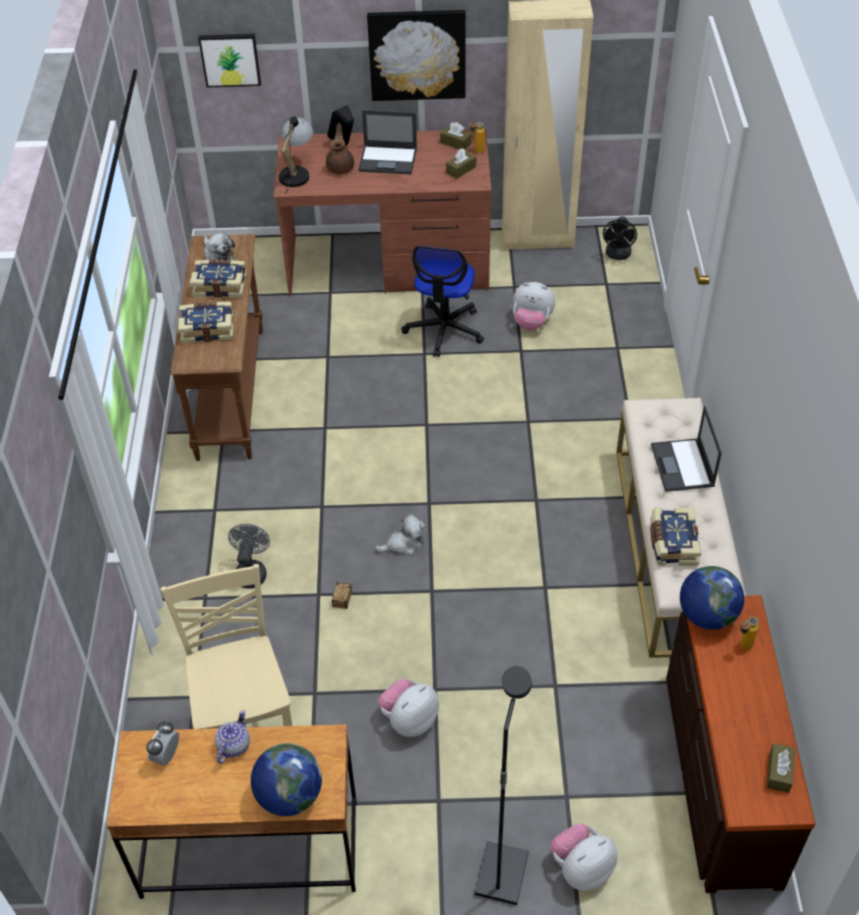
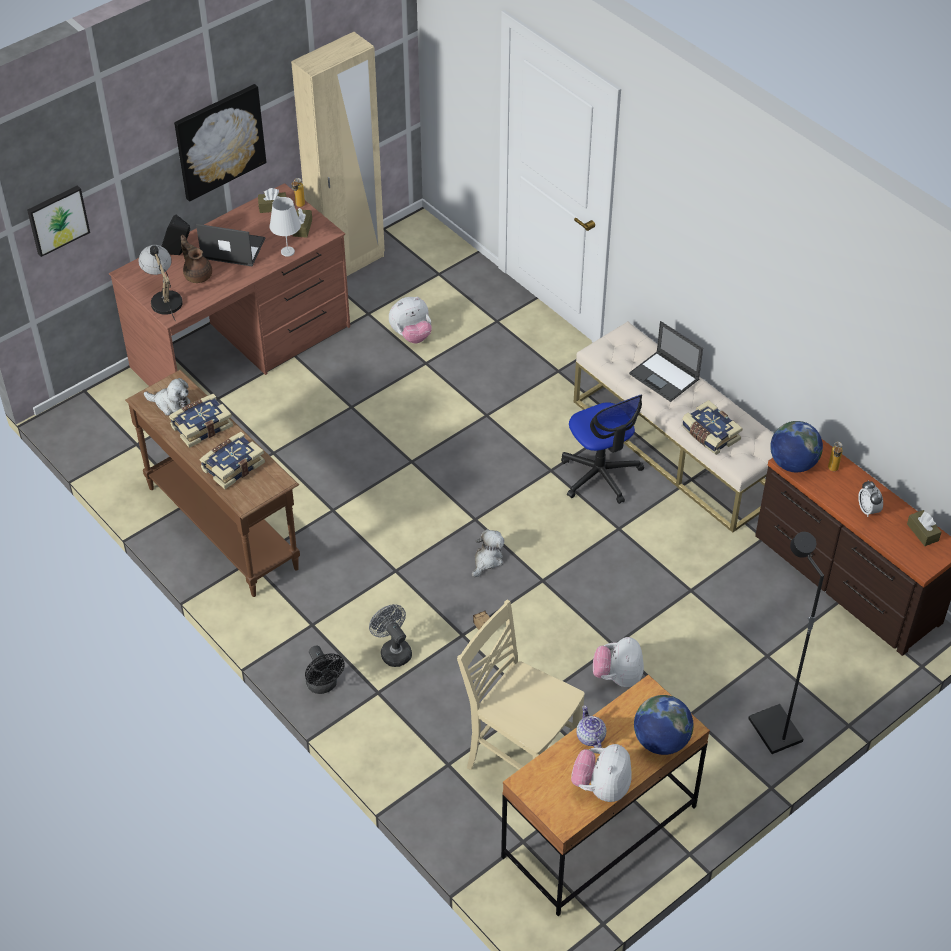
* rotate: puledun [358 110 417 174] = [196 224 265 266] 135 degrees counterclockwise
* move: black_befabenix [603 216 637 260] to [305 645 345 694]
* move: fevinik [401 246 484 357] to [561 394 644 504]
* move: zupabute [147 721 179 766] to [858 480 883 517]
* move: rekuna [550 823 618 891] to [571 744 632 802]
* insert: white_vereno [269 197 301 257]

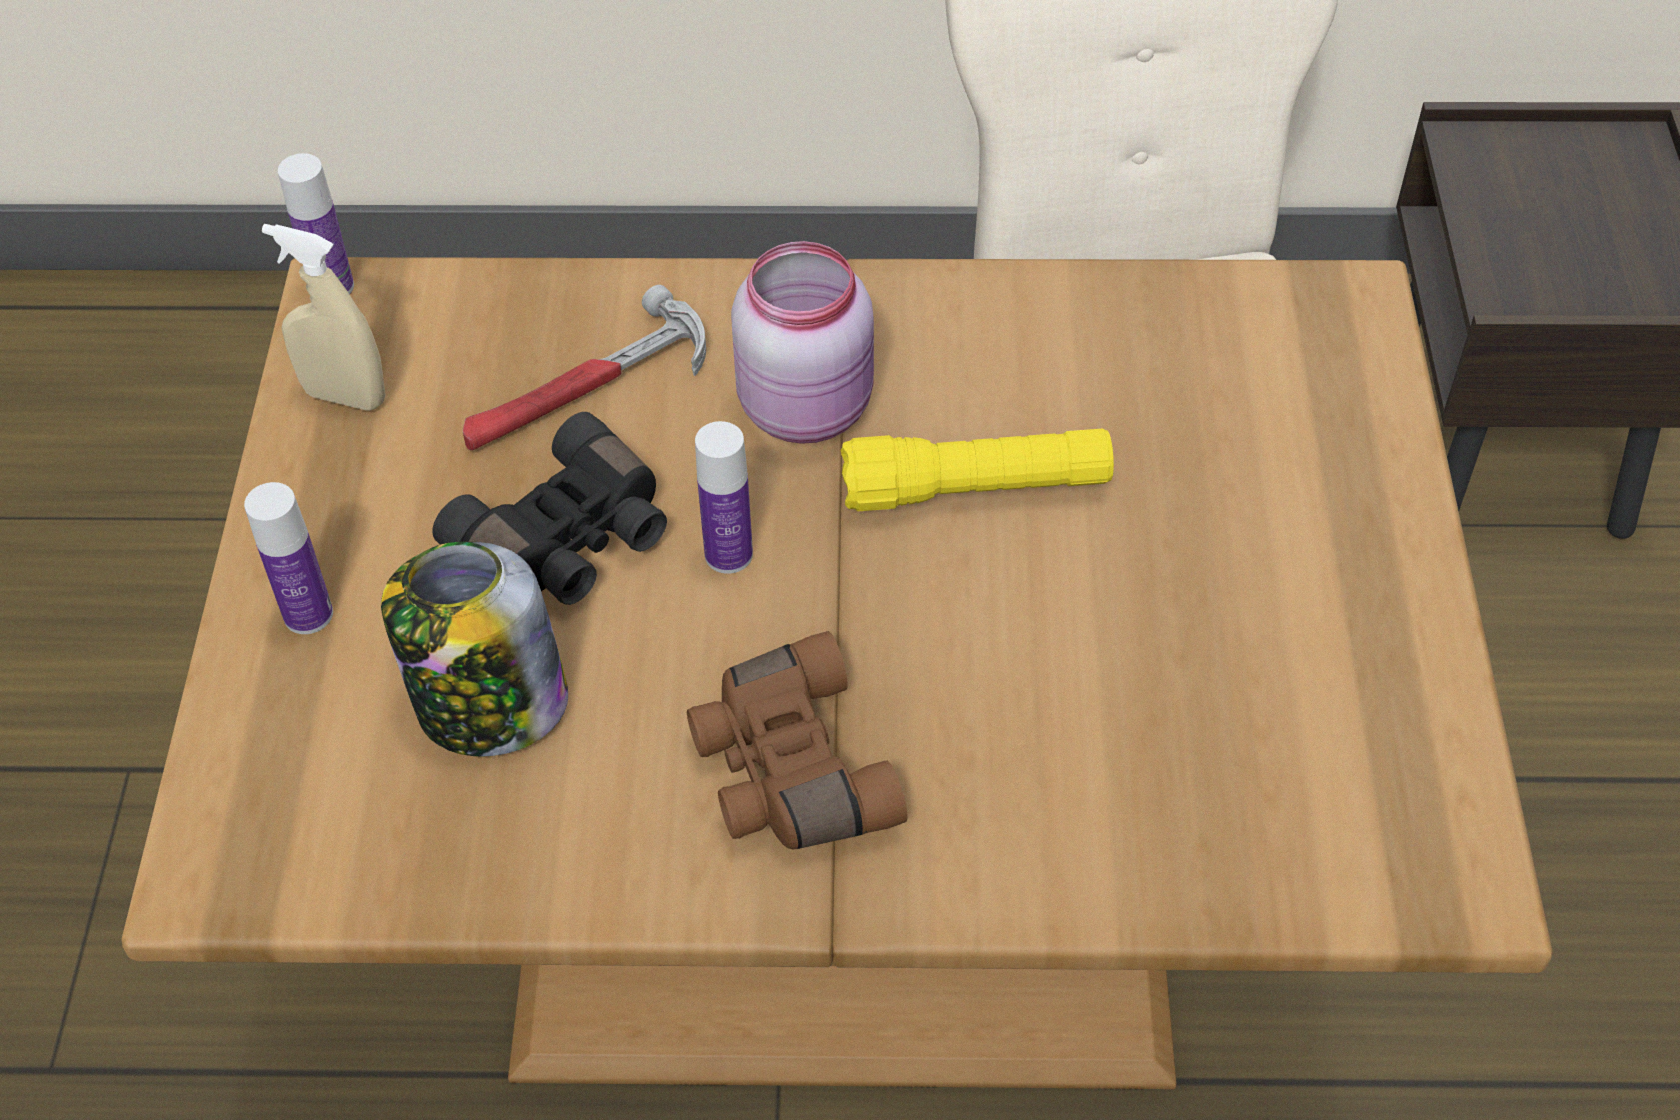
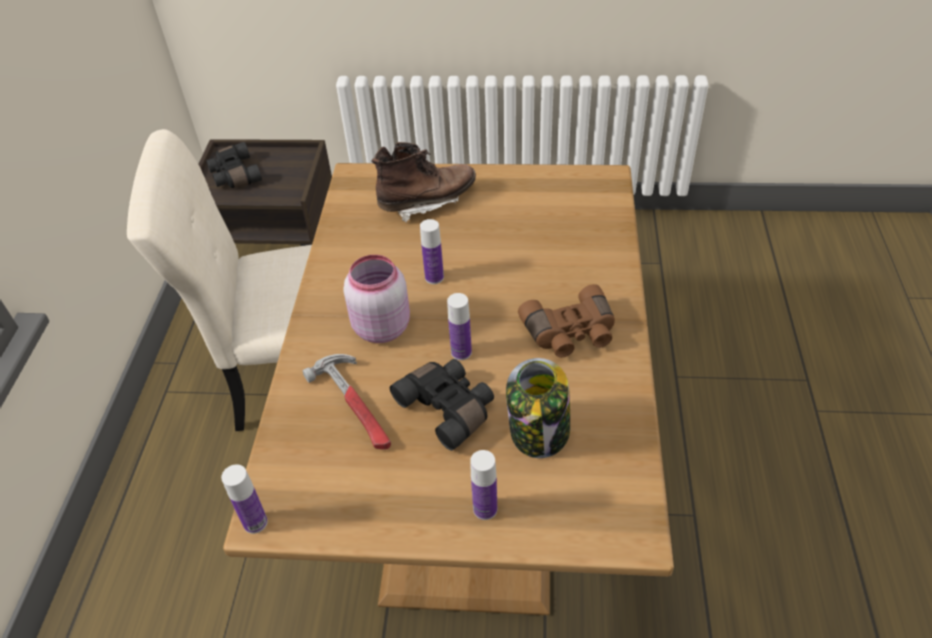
* delete: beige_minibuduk [262 224 386 411]
* replace: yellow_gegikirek [841 428 1114 511] to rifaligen [420 219 444 284]
* insert: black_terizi [206 142 262 188]
* insert: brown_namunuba [371 142 476 222]

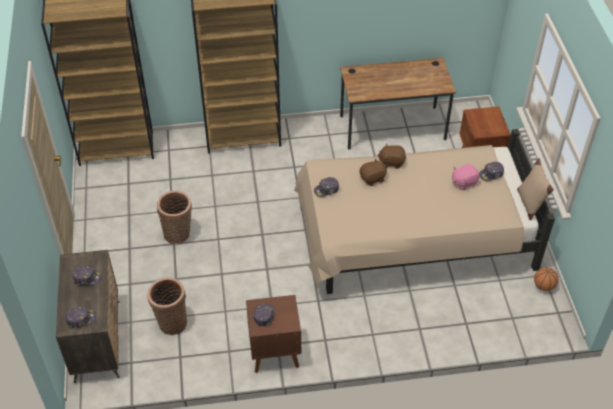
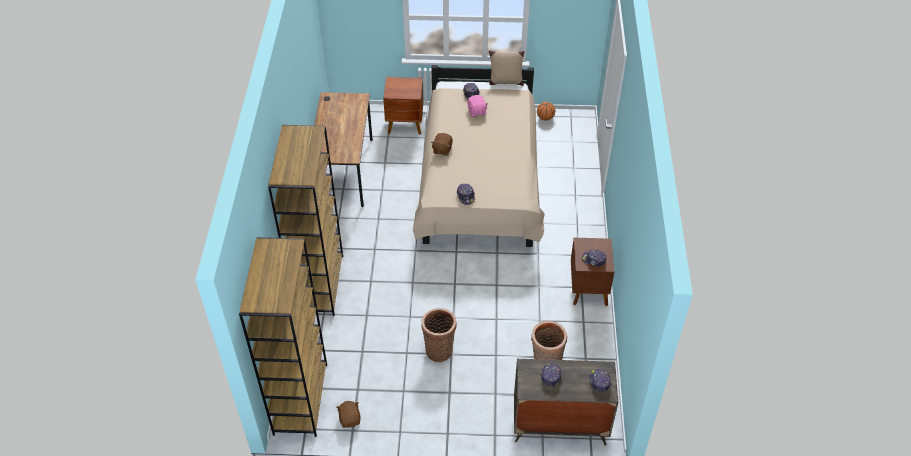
* move: brown_rekuna [360 158 387 186] to [336 401 361 428]

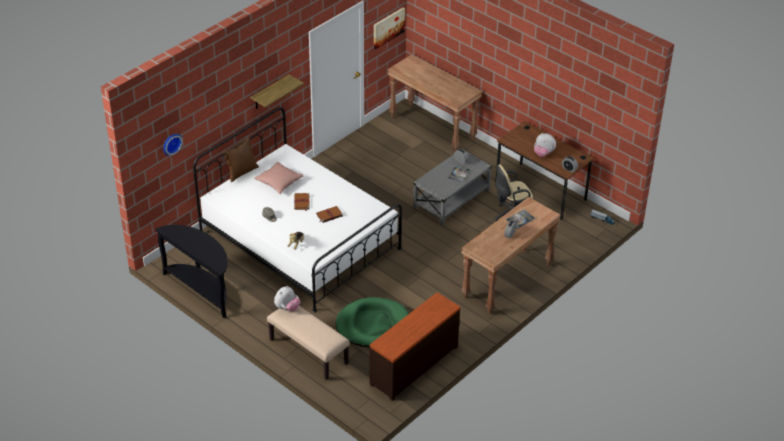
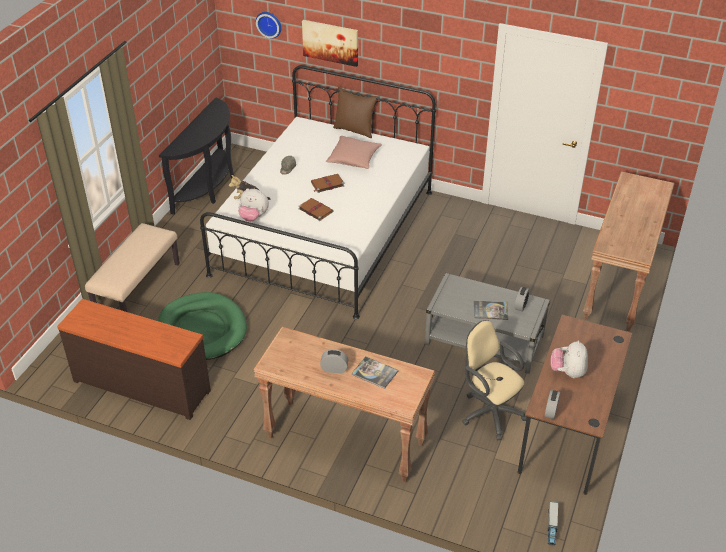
* move: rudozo [374 7 405 49] to [302 20 358 67]
* delete: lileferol [250 75 304 109]
* move: rekuna [274 286 300 311] to [238 188 269 222]

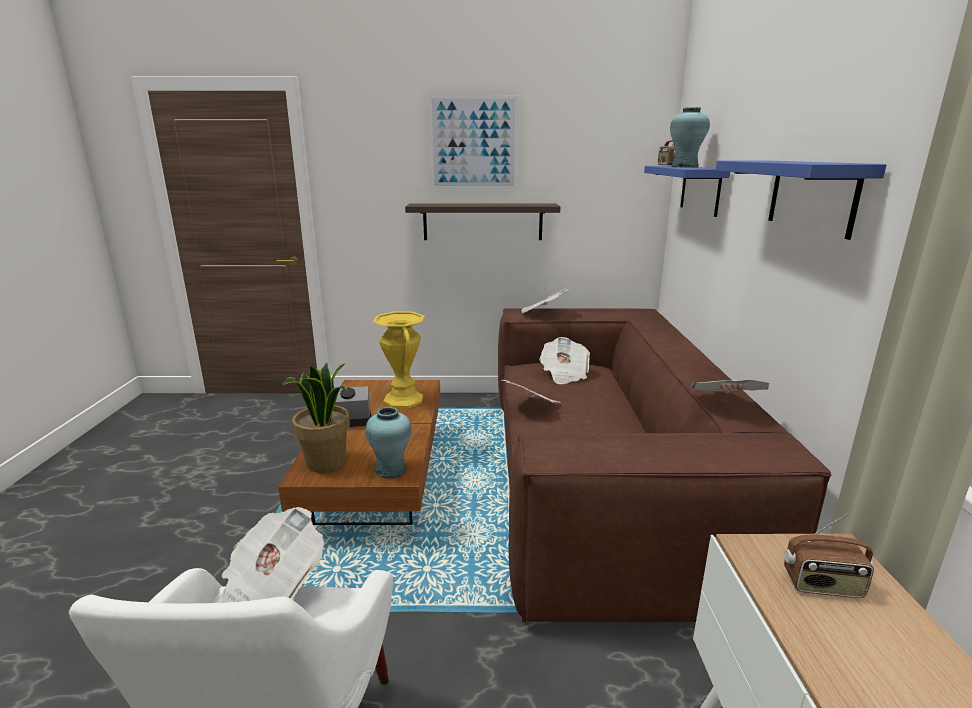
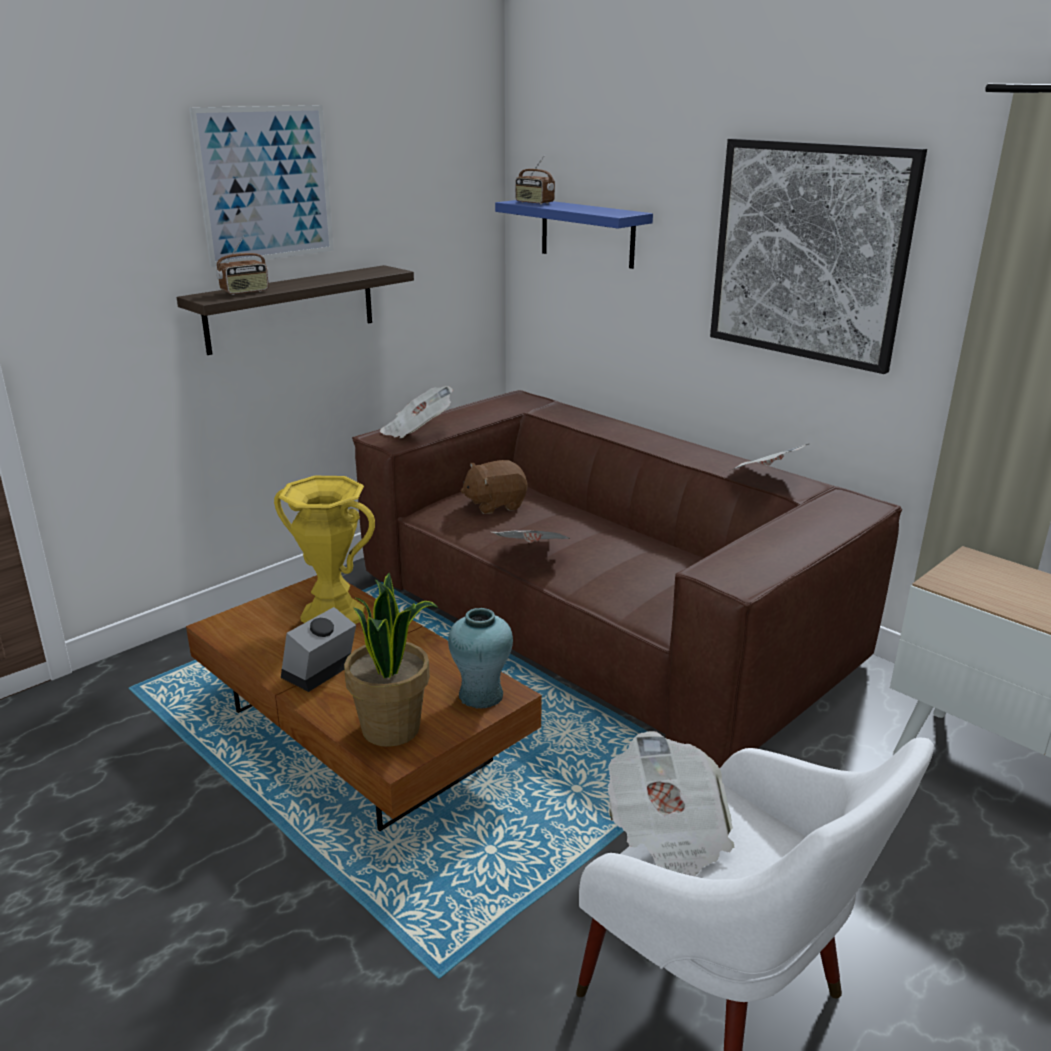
* delete: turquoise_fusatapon [670 107 710 168]
* replace: blue_lileferol [716 161 886 240] to rudozo [710 138 927 374]
* replace: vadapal [539 337 590 384] to brown_rekuna [461 460 527 514]
* move: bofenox [784 513 874 598] to [216 237 269 295]

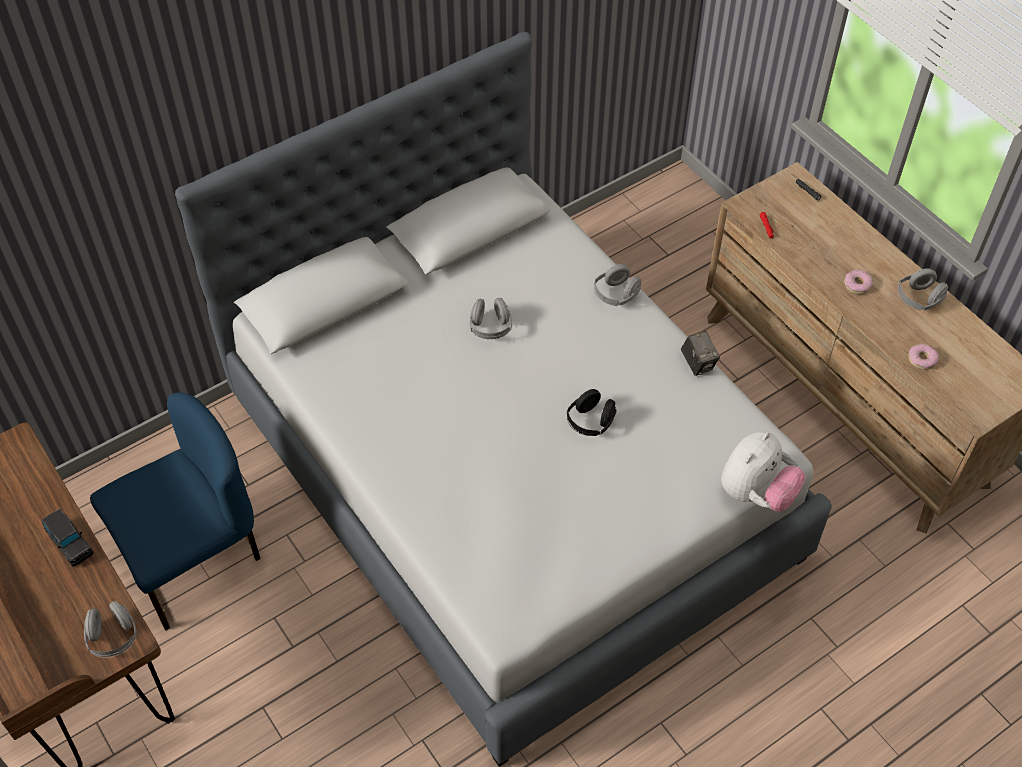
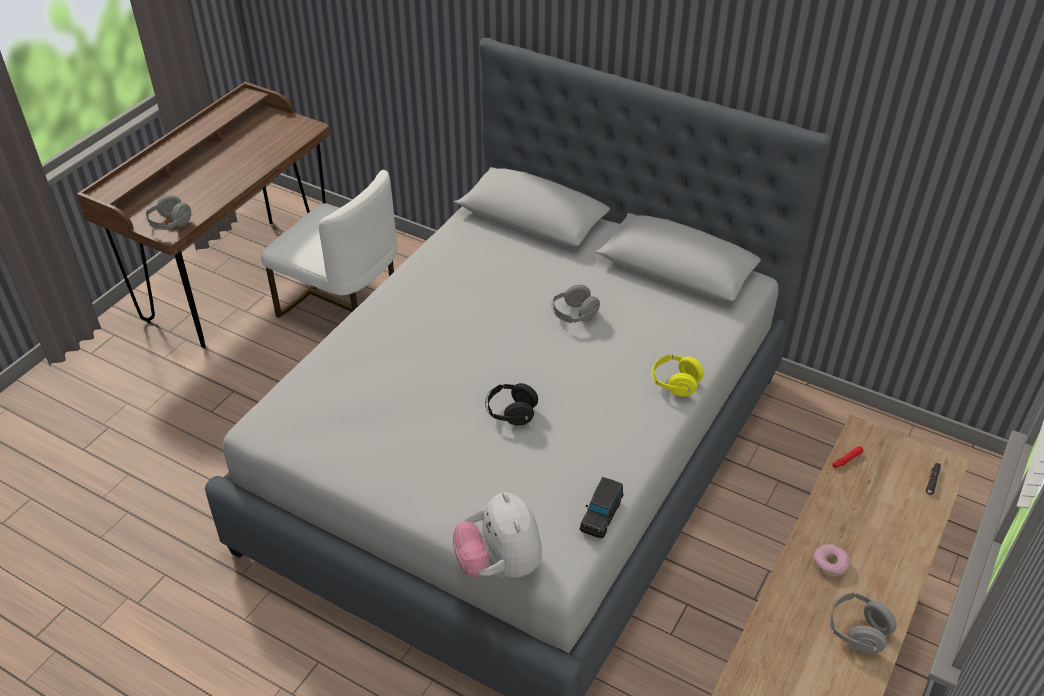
* recolor: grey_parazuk [594 264 641 306] to yellow_parazuk [651 355 704 397]
* delete: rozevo [681 331 720 376]
* delete: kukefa [908 344 939 370]
* recolor: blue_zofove [90 392 261 630] to white_zofove [261 170 397 318]
* rotate: rekuna [721 431 805 512] = [453 492 542 578] 60 degrees clockwise
* move: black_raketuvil [42 509 94 566] to [580 477 623 538]

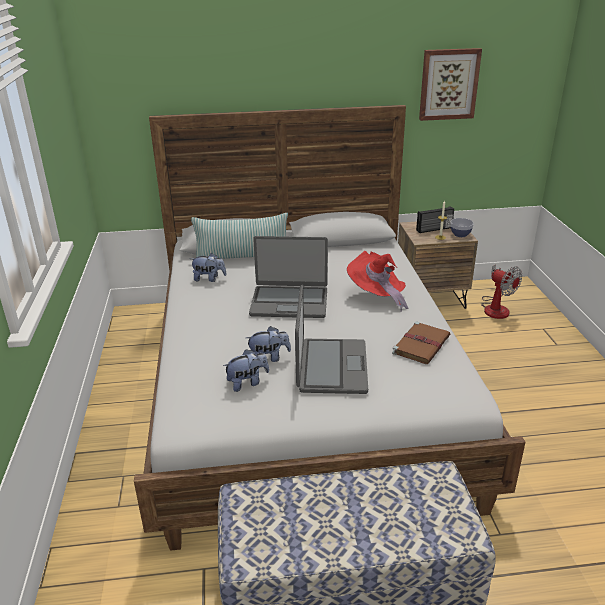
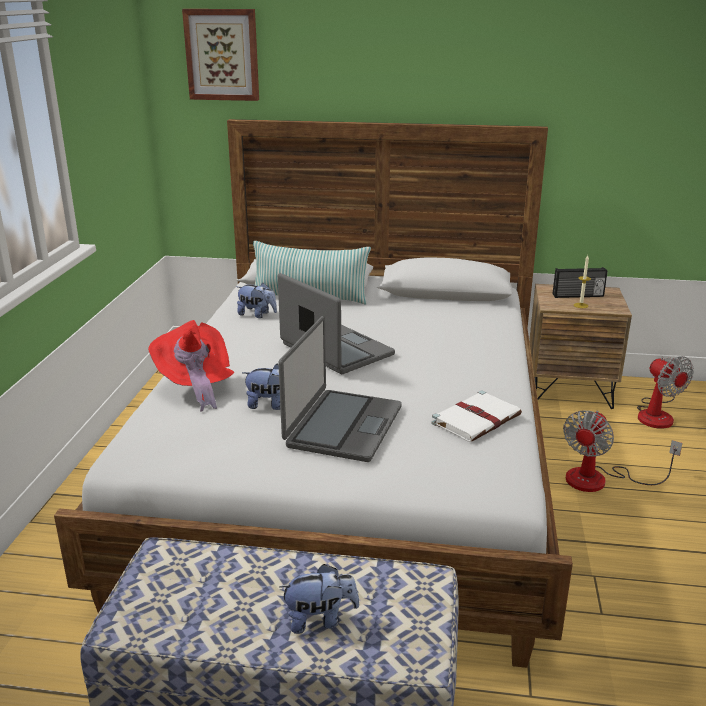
* move: rudozo [419 48 482 121] to [182 9 259 101]
* delete: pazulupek [450 218 474 237]
* rotate: puledun [249 236 328 318] = [278 273 395 374] 150 degrees counterclockwise
* move: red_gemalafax [347 251 408 312] to [148 320 234 412]
* recolor: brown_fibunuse [392 321 450 364] to white_fibunuse [431 391 522 442]
* move: rekuna [223 349 269 392] to [279 564 359 634]
* insert: befabenix [563 411 682 492]

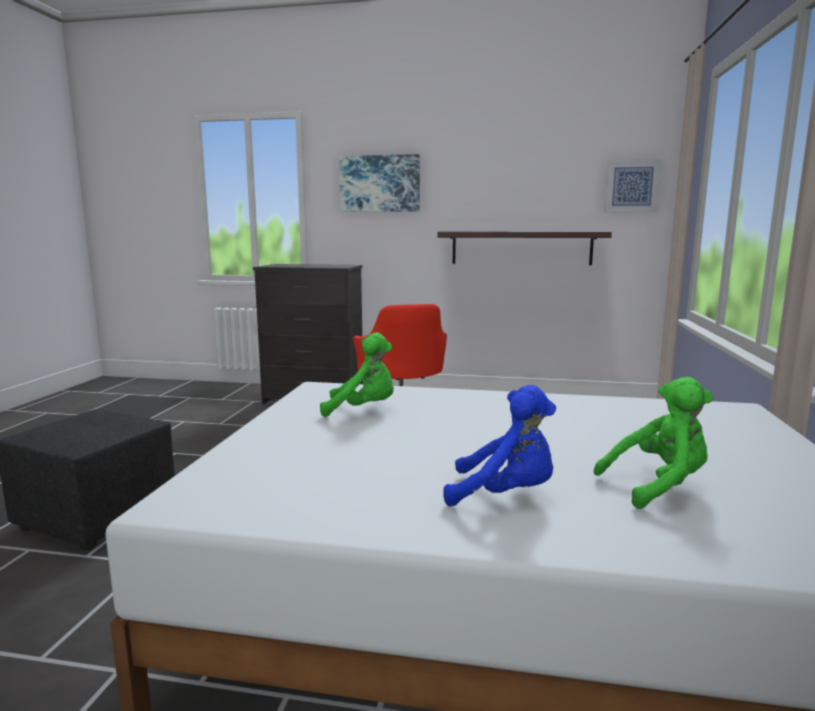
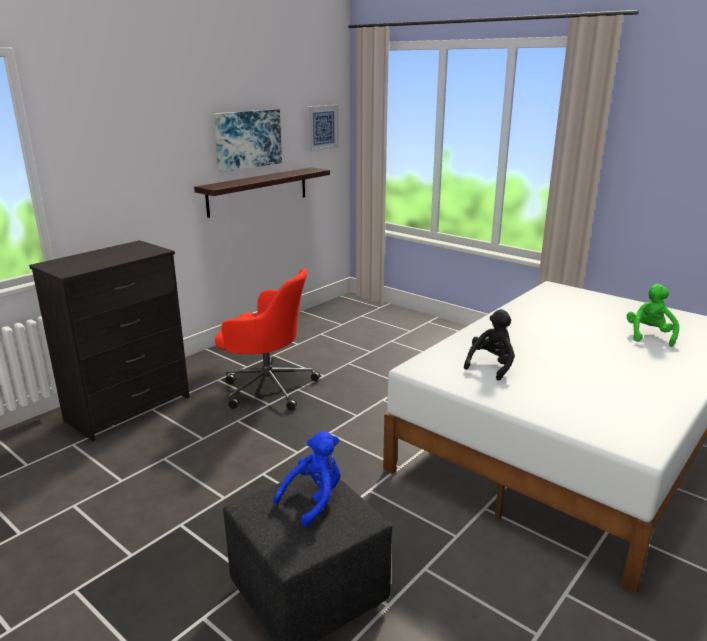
* move: rudozo [339 154 420 212] to [214 109 282 172]
* recolor: green_rekuna [320 333 394 417] to black_rekuna [464 309 515 381]
* move: blue_rekuna [443 385 556 507] to [273 431 340 527]

